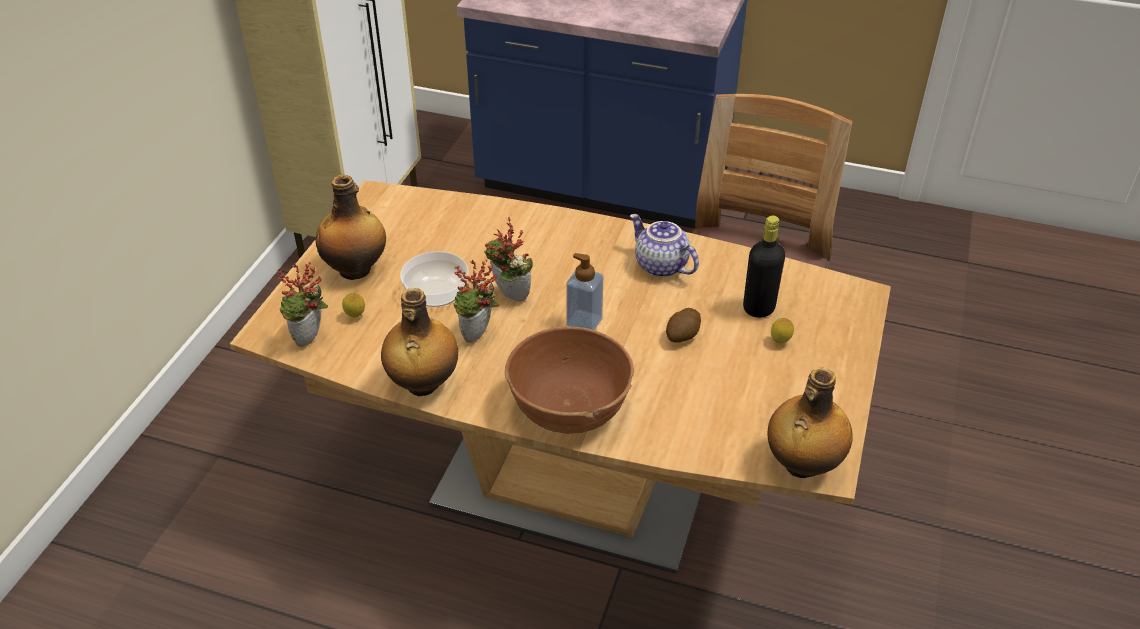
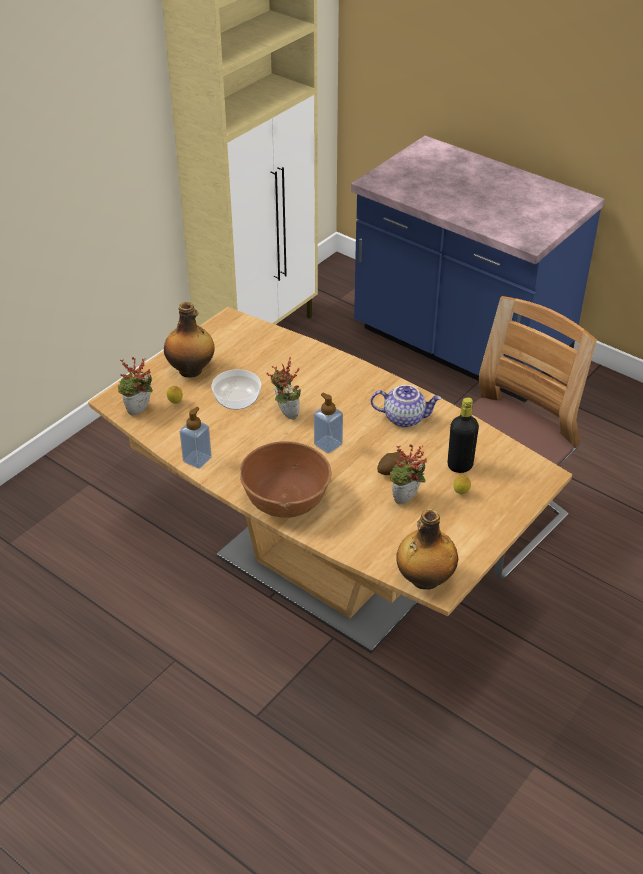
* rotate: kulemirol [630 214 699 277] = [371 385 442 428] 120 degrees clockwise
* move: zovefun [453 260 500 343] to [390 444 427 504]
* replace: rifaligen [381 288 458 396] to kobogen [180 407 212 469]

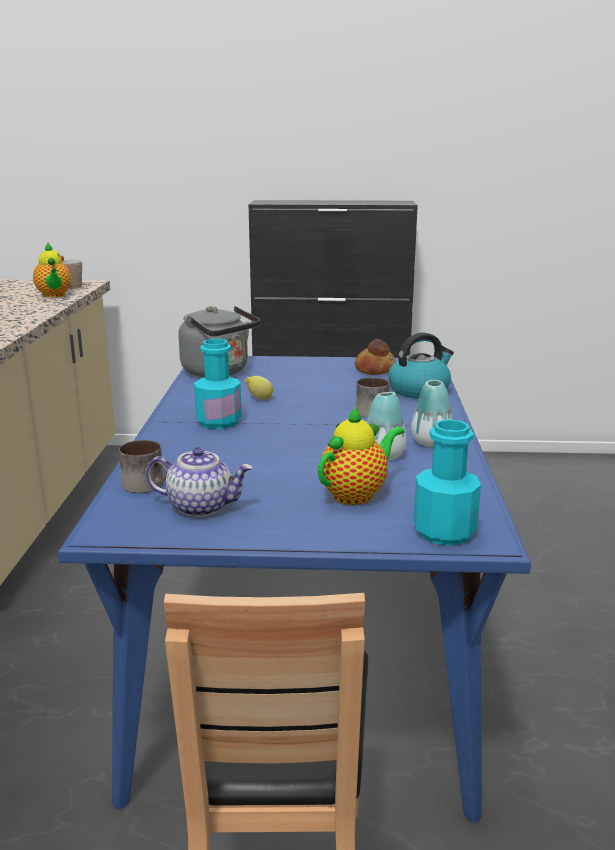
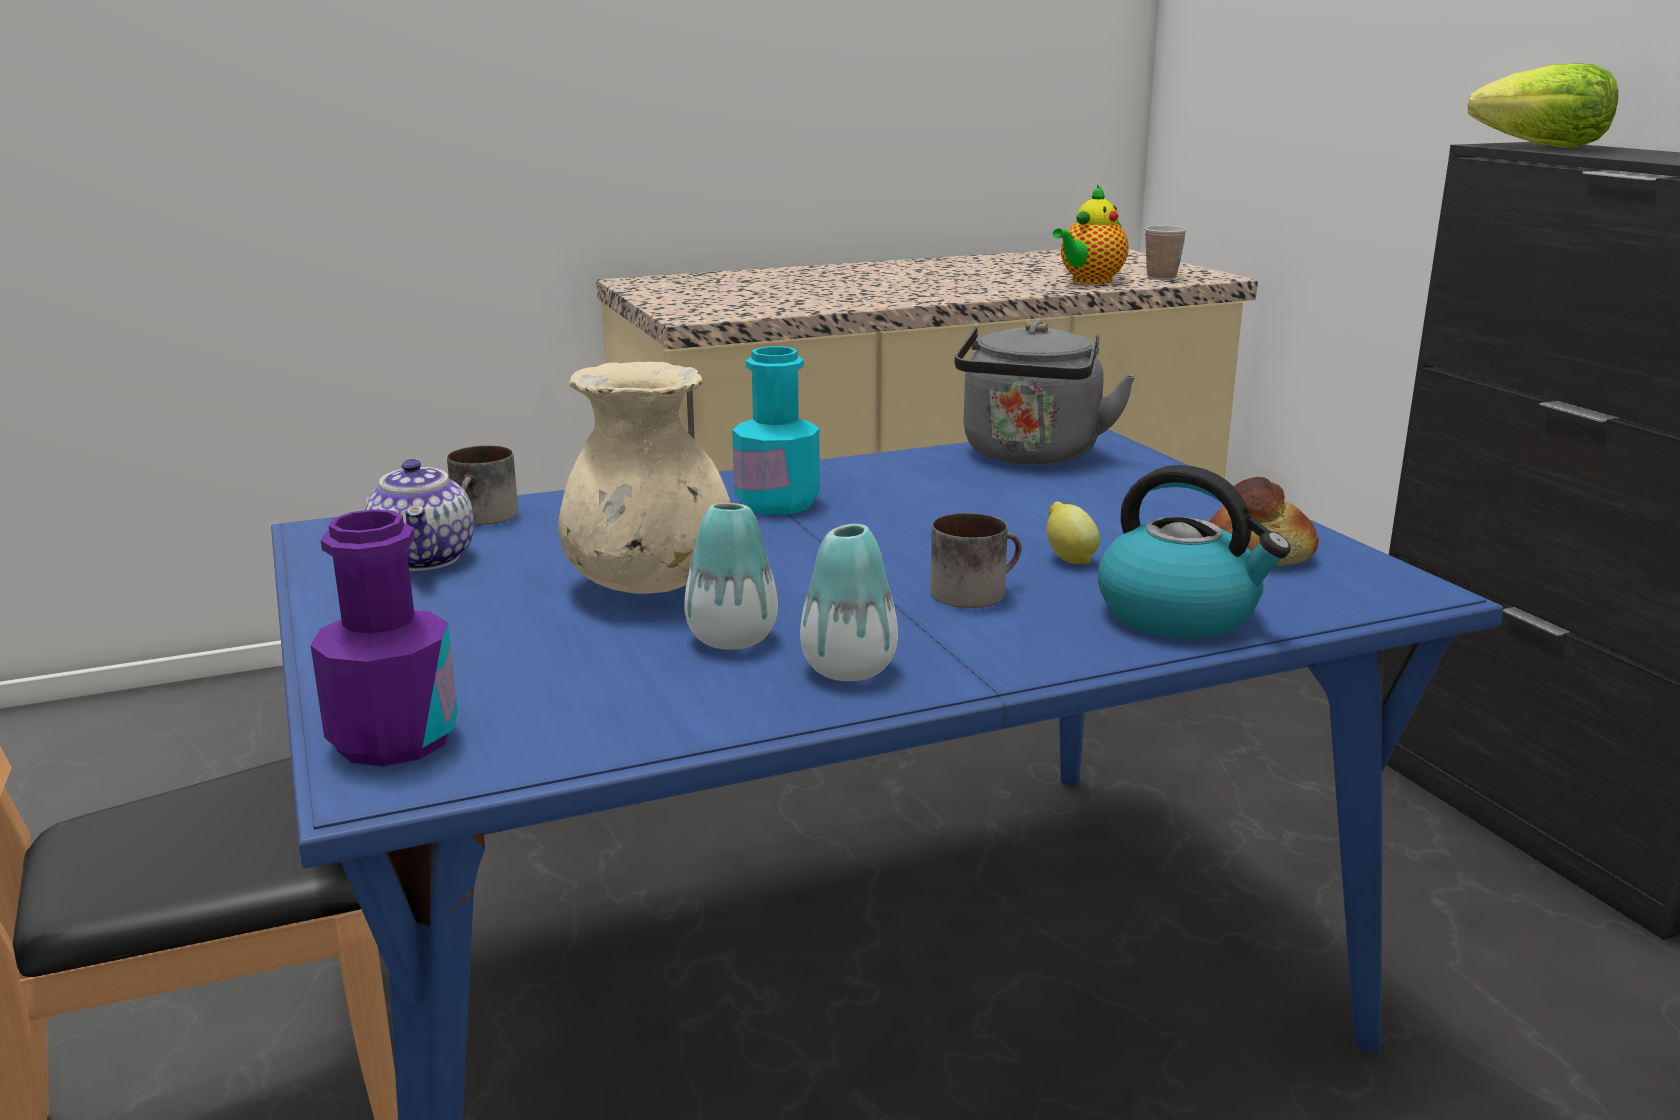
* move: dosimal [245 376 273 400] to [1046 501 1100 564]
* delete: kulemirol [318 407 405 505]
* recolor: turquoise_rifaligen [414 420 481 546] to purple_rifaligen [311 509 458 766]
* insert: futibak [1467 63 1618 148]
* insert: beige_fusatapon [558 362 731 594]

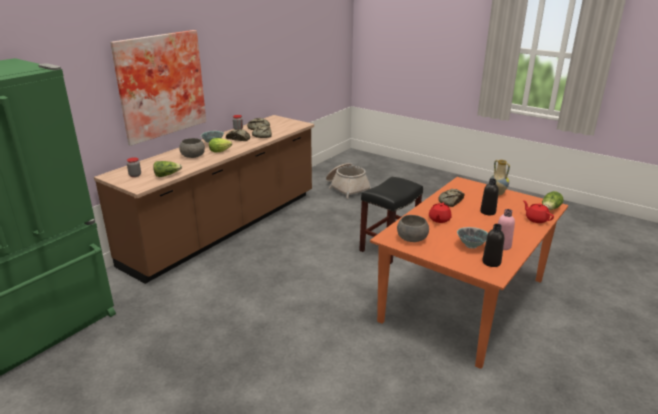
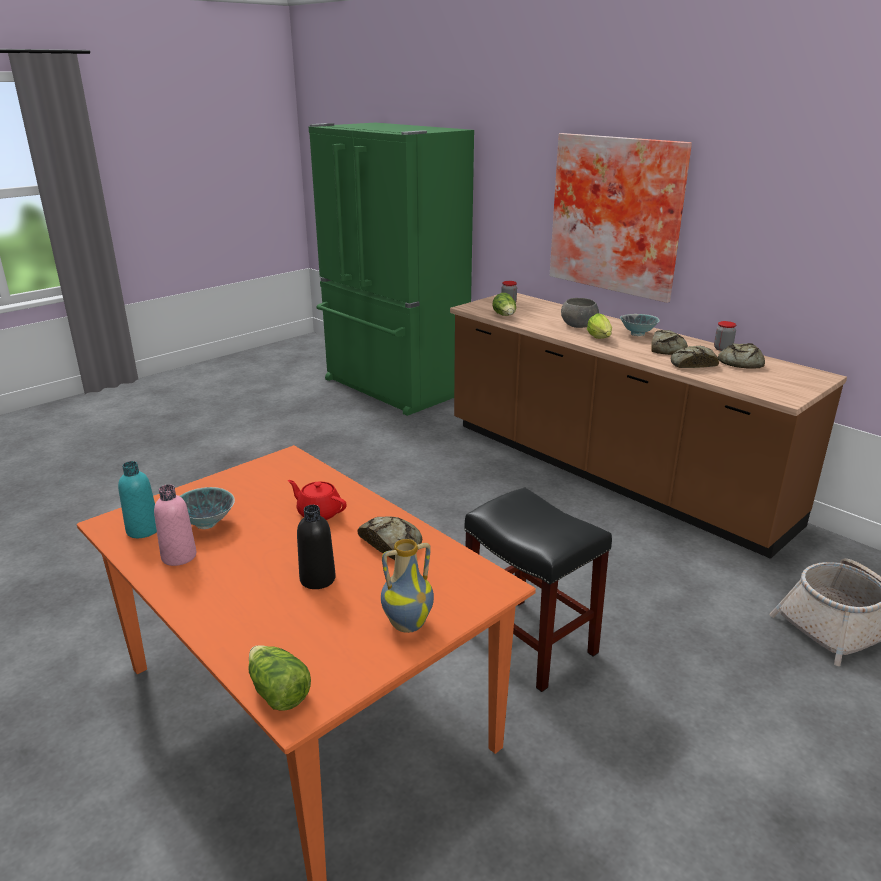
* delete: red_kulemirol [523 200 554 223]
* delete: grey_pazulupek [397 215 429 242]
* recolor: black_rifaligen [482 224 504 267] to turquoise_rifaligen [118 461 157 538]

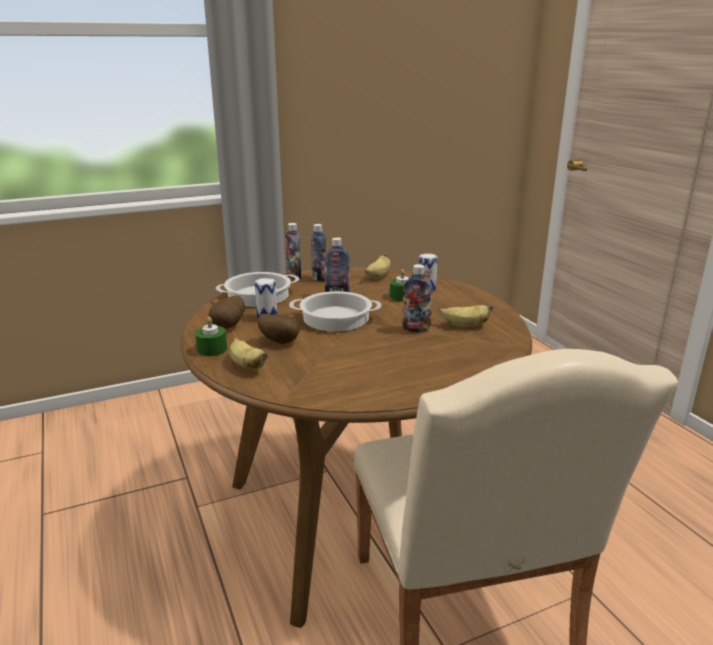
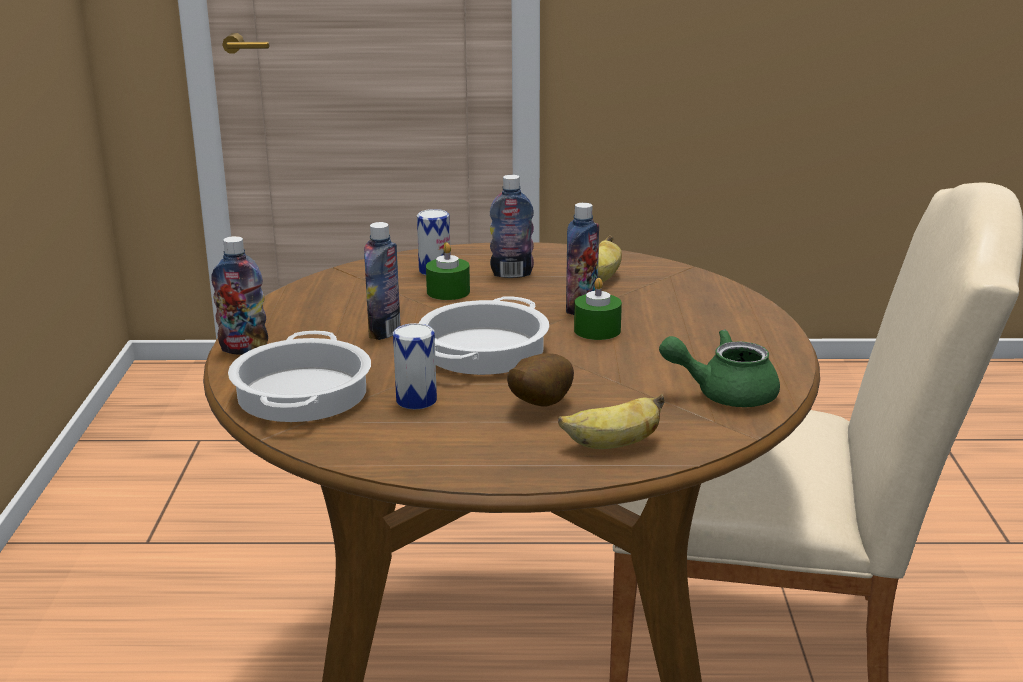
* move: rifaligen [311 224 326 282] to [490 175 534 278]
* delete: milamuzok [365 253 391 279]
* delete: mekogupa [209 295 245 329]
* move: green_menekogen [195 317 227 356] to [574 278 622 340]
* insert: green_kulemirol [659 330 780 407]

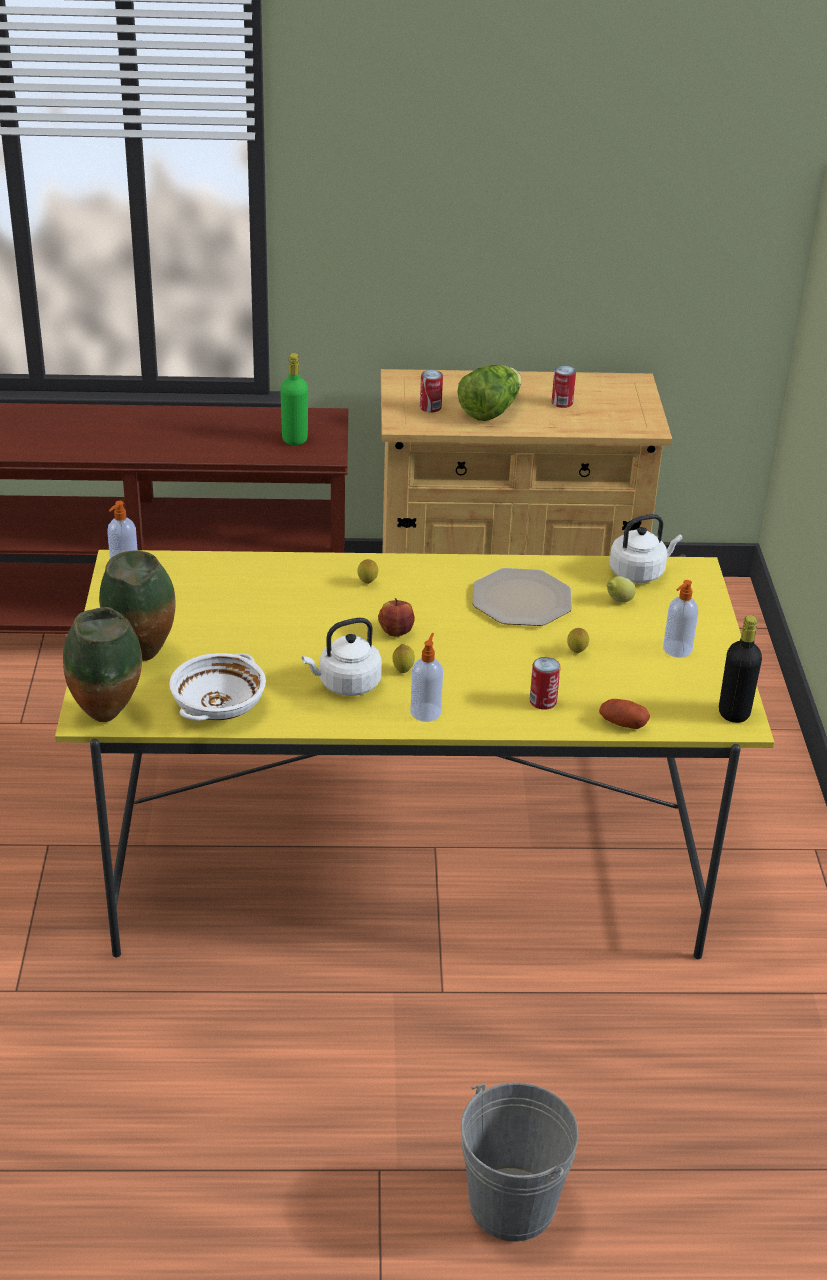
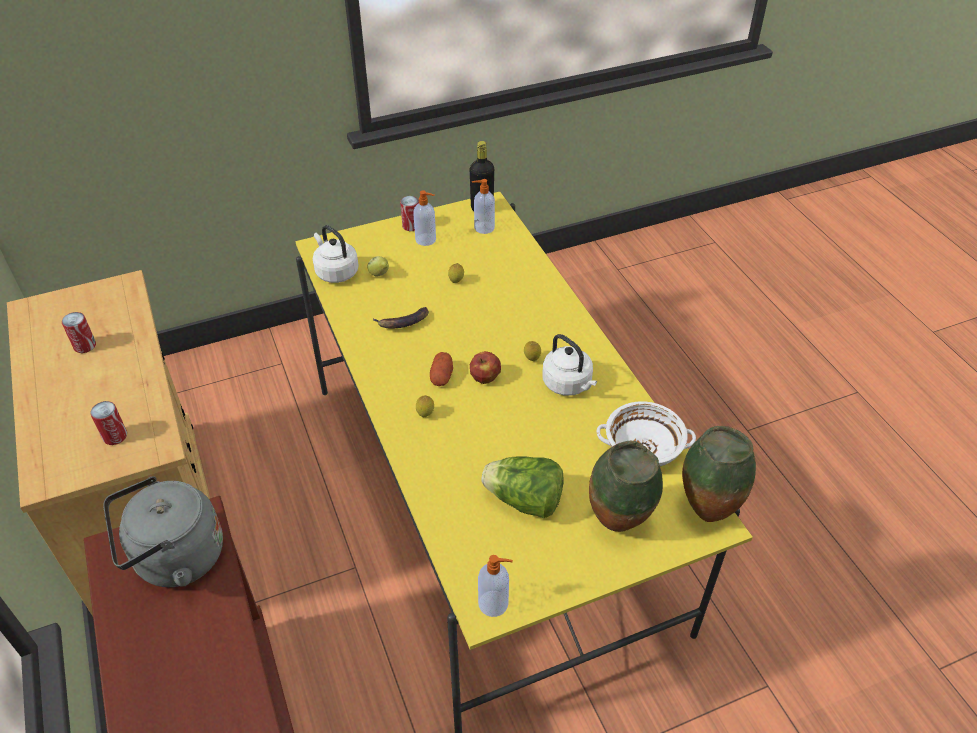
* replace: green_rifaligen [280 353 308 445] to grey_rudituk [103 476 223 587]
* move: futibak [457 365 522 421] to [481 456 564 518]
* replace: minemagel [472 568 572 626] to milamuzok [373 307 429 329]
* move: kobogen [410 633 443 722] to [472 179 495 234]
* move: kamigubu [530 657 560 710] to [400 196 419 231]
* move: mekogupa [599 699 650 729] to [430 352 453 386]
* delete: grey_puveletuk [461 1083 579 1241]

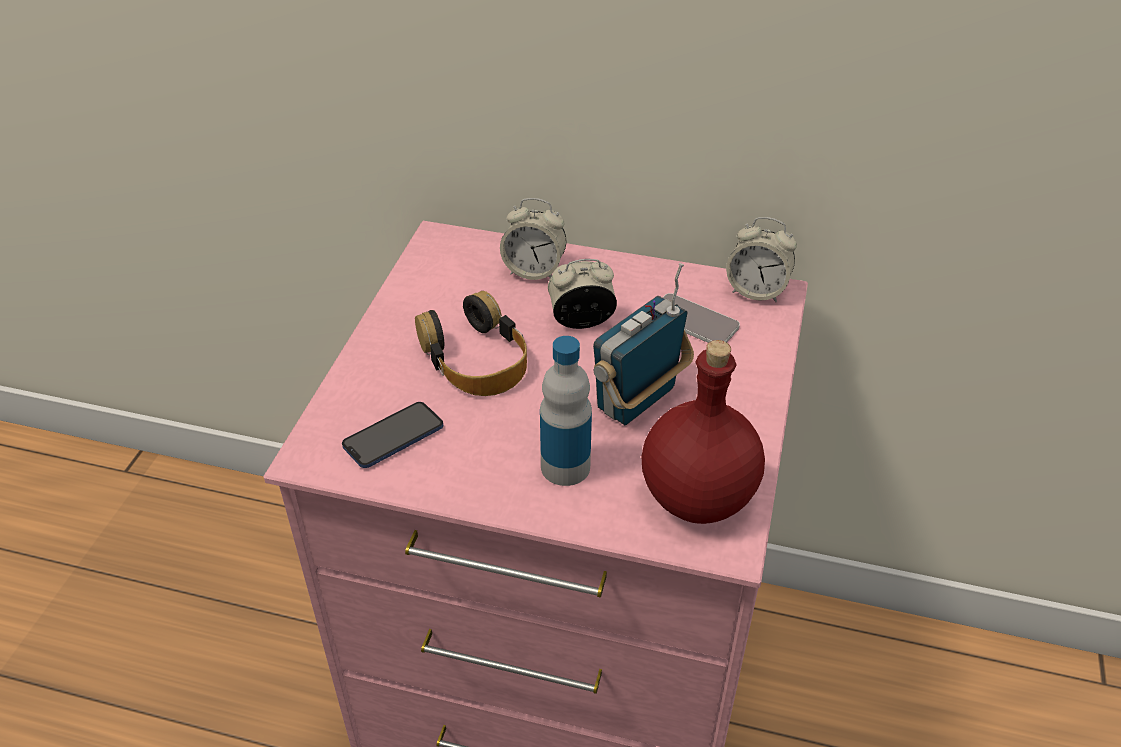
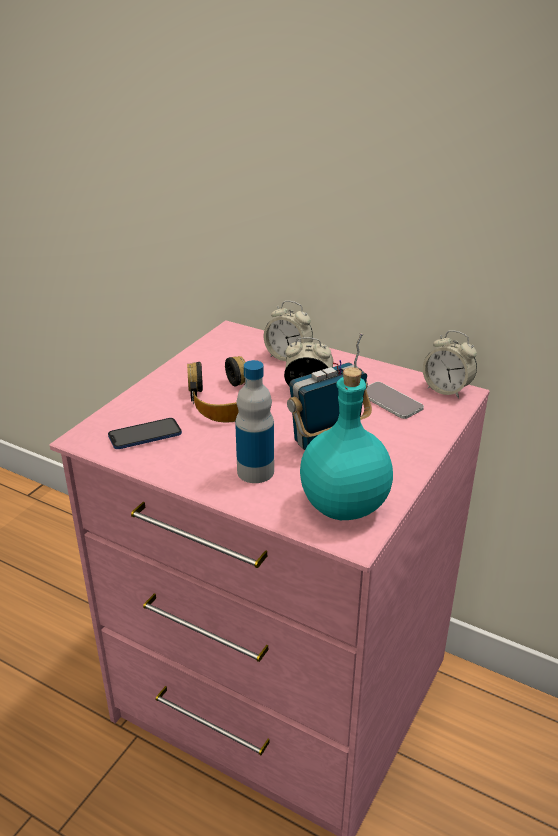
* recolor: red_rifaligen [641 340 765 524] to turquoise_rifaligen [300 367 393 520]

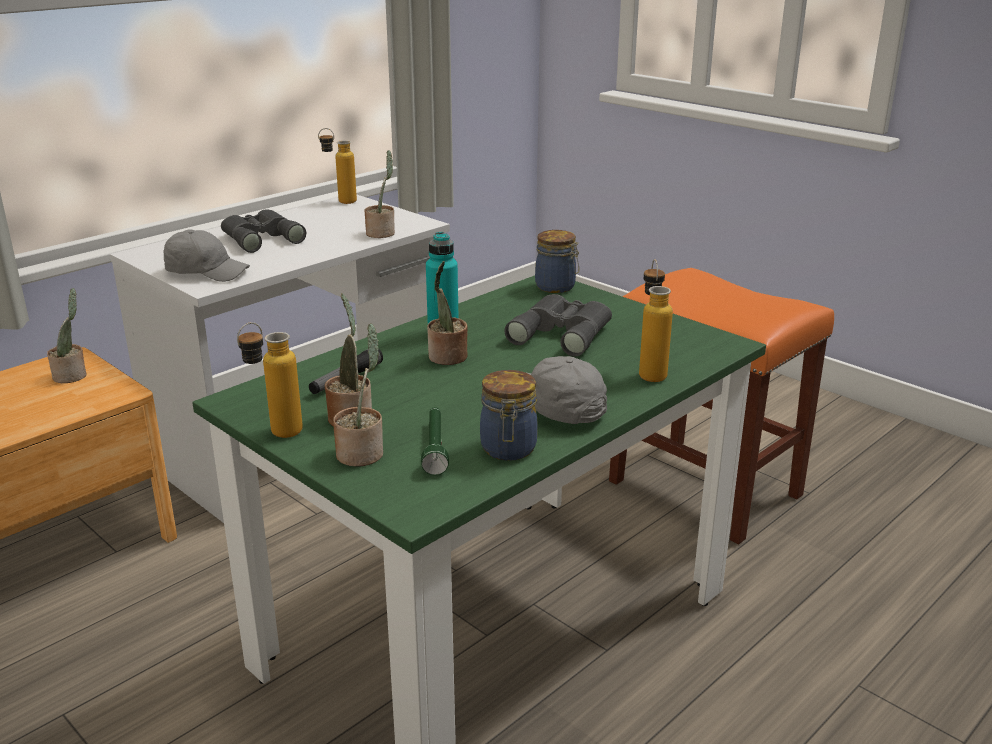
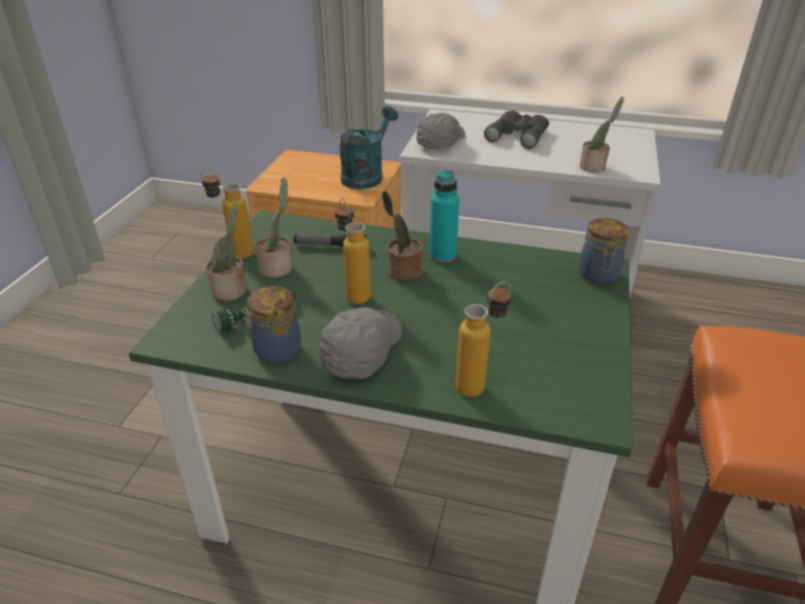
* move: rifaligen [318 128 357 204] to [335 199 371 304]
* rotate: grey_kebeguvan [163 229 250 282] = [416 113 465 150] 135 degrees counterclockwise
* replace: zovefun [47 288 87 383] to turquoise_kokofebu [340 106 398 189]
* delete: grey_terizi [505 294 612 357]

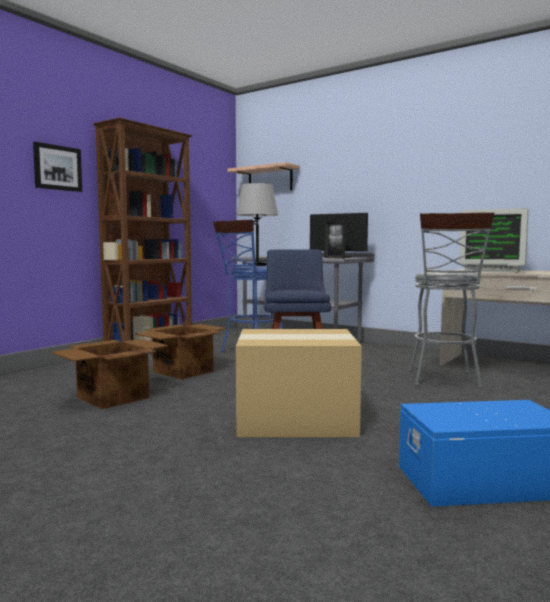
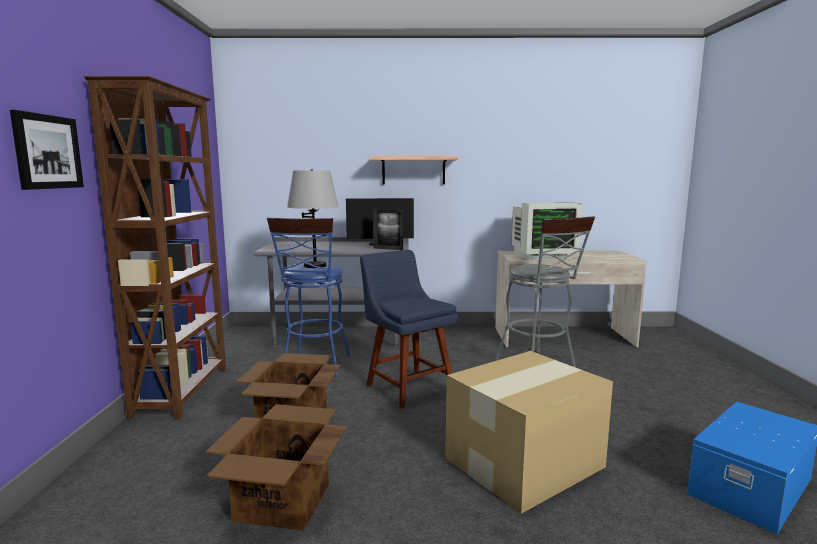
* move: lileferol [228 162 300 190] to [370 156 458 184]

